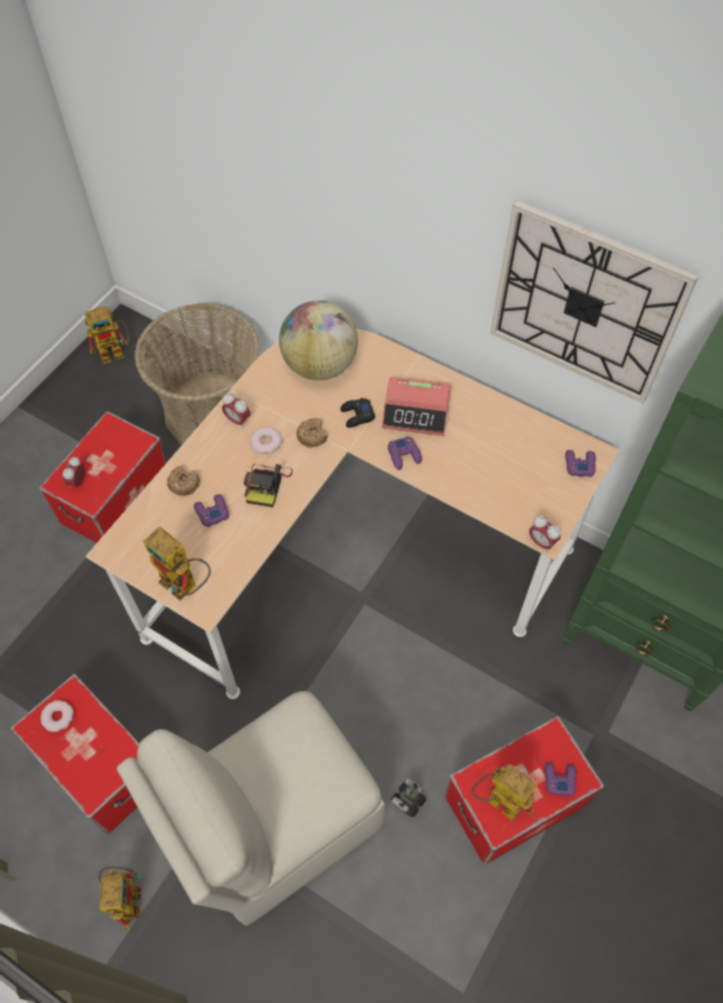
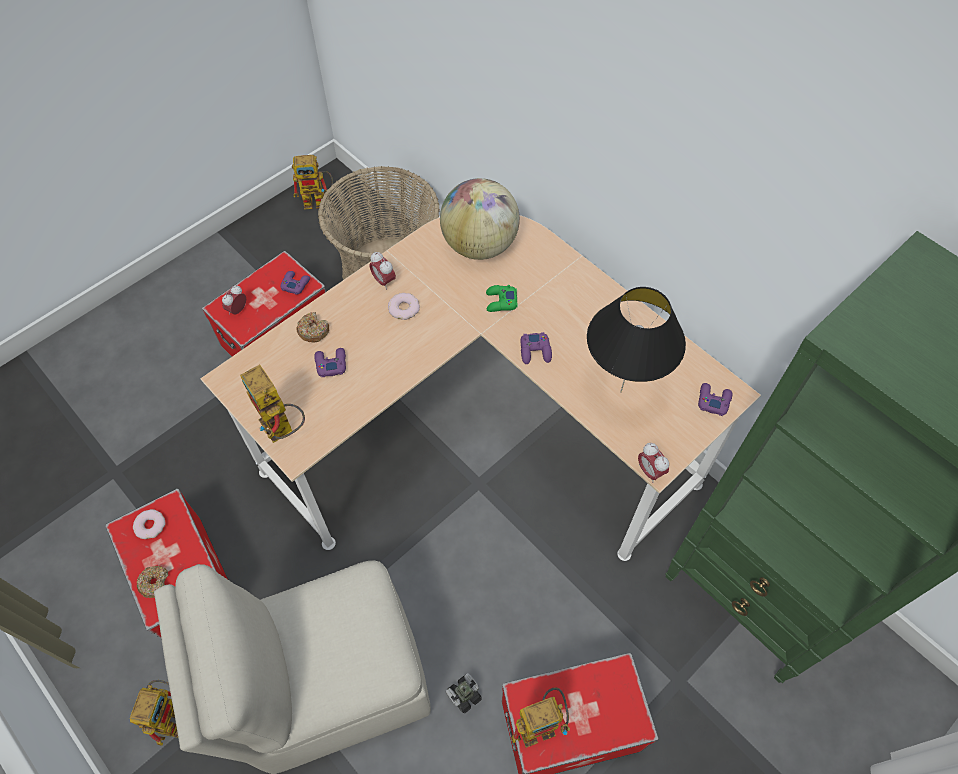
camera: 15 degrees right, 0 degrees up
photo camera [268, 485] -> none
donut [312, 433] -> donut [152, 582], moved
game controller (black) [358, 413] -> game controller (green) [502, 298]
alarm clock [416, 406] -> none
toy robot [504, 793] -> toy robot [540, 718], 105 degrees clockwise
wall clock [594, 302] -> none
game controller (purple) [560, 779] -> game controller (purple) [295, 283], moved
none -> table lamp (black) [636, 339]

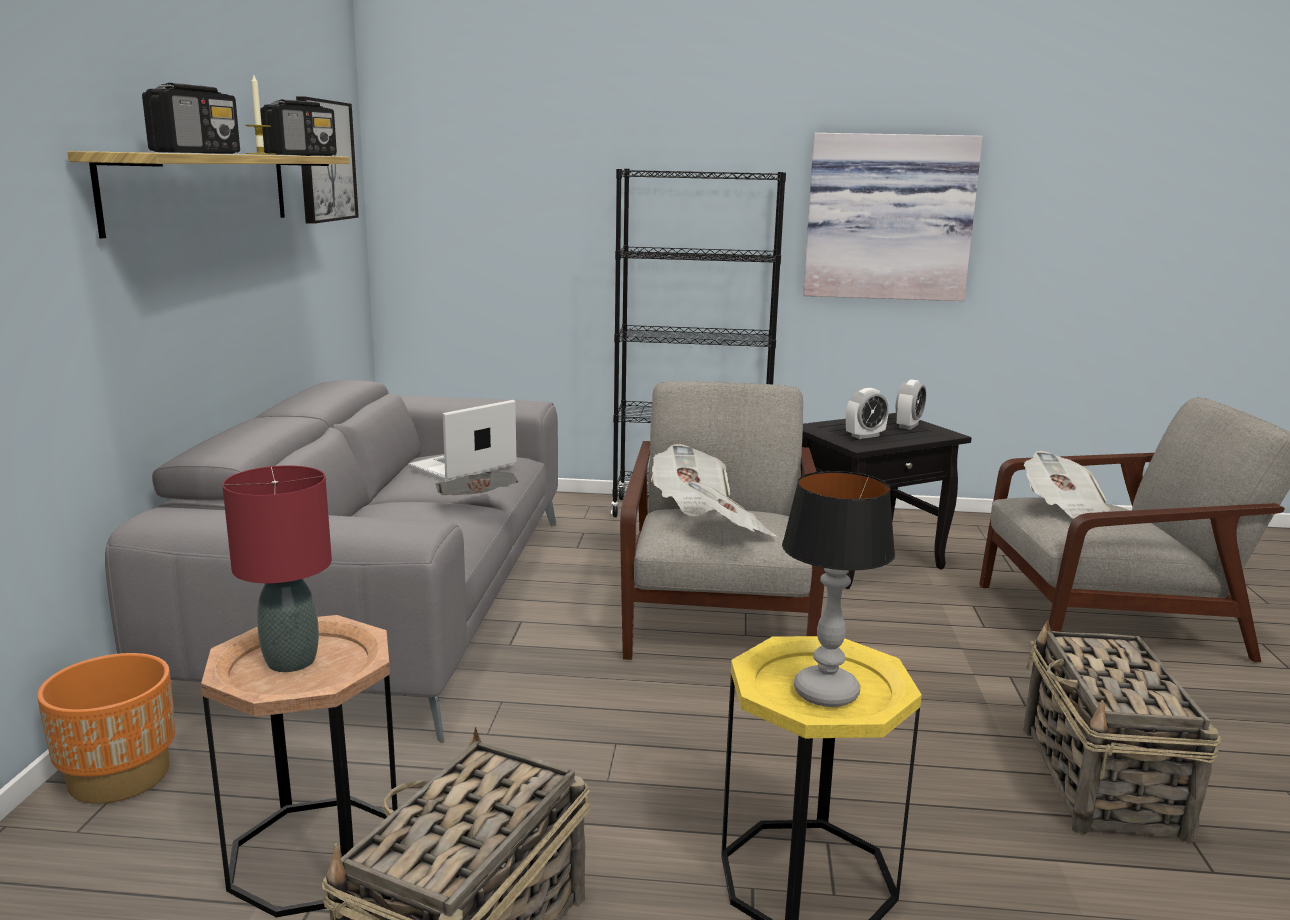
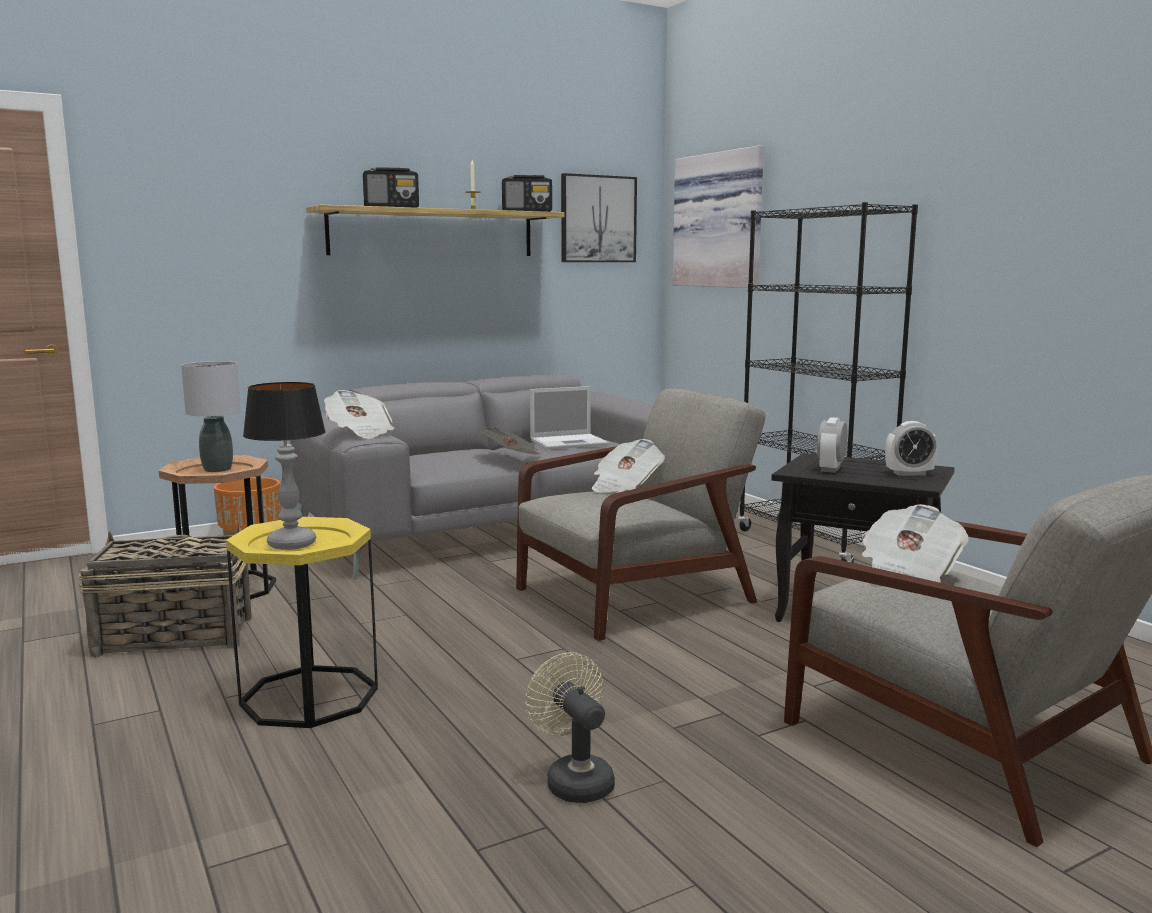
camera: 55 degrees right, 5 degrees down
table lamp (red) [277, 568] -> table lamp (grey) [210, 416]
laptop [462, 441] -> laptop [569, 418], 150 degrees clockwise
newspaper [730, 509] -> newspaper [359, 414], moved
picture [893, 217] -> picture [718, 216], moved
alarm clock [867, 413] -> alarm clock [832, 445], 90 degrees clockwise
basket [1122, 731] -> fan (beige) [570, 727]

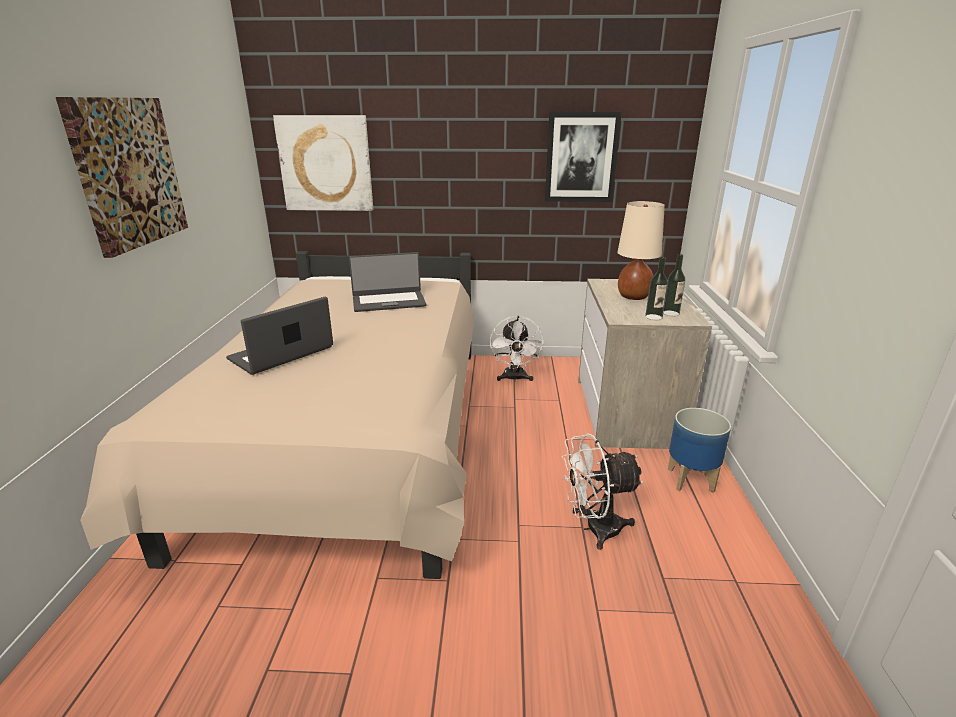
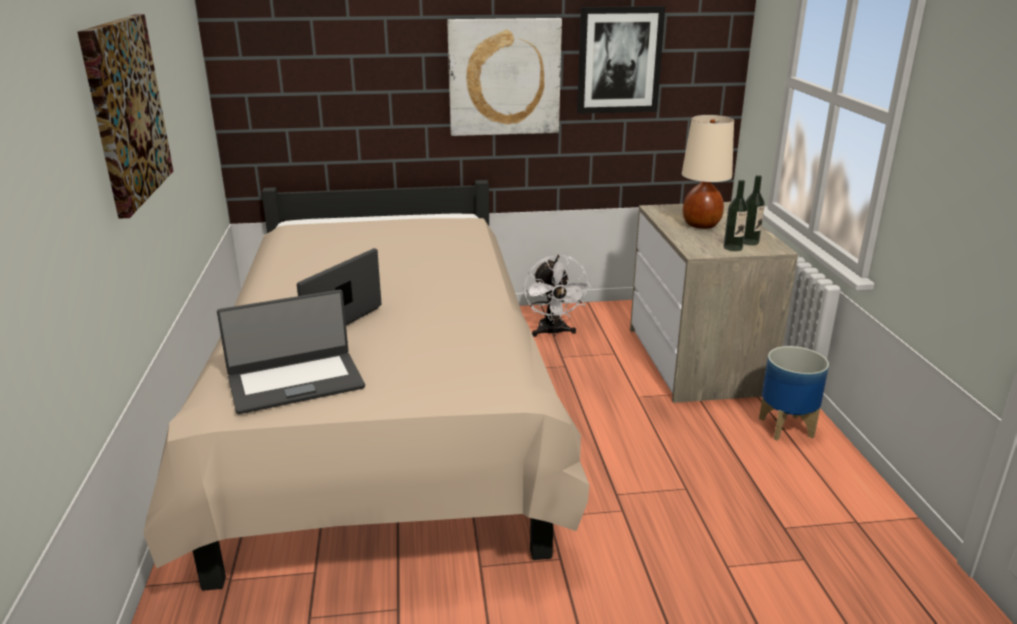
camera: 10 degrees left, 0 degrees up
picture [323, 163] -> picture [504, 77], moved
laptop [387, 282] -> laptop [291, 352], moved
fan (white) [602, 491] -> none

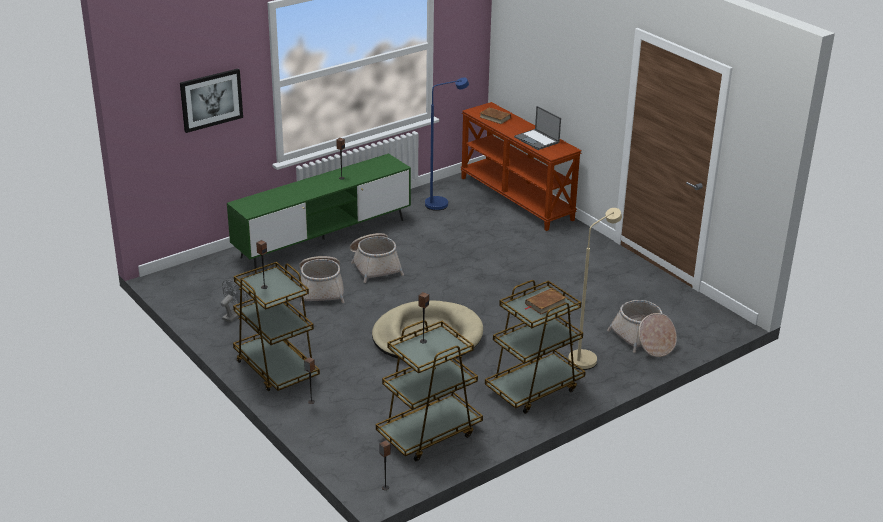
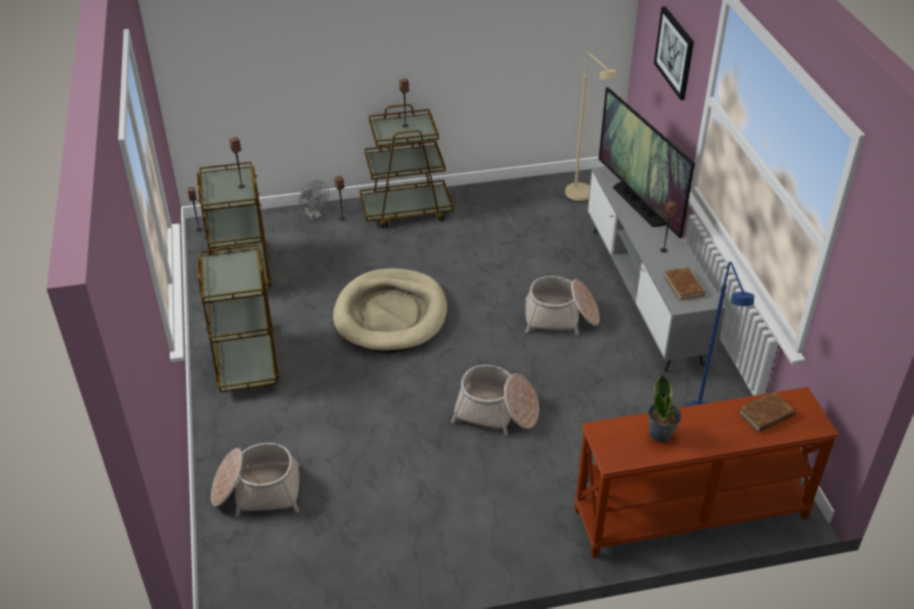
camera: 115 degrees right, 10 degrees up
fan (grey) [234, 301] -> fan (grey) [314, 200], moved
tv stand (green) [319, 212] -> tv stand (grey) [656, 269]
basket [322, 281] -> basket [495, 400], moved
laptop [537, 128] -> potted plant [665, 409]
book (brown) [545, 301] -> book (brown) [684, 284], moved
floor lamp (beige) [595, 289] -> floor lamp (beige) [591, 127], moved
none -> television [647, 162]

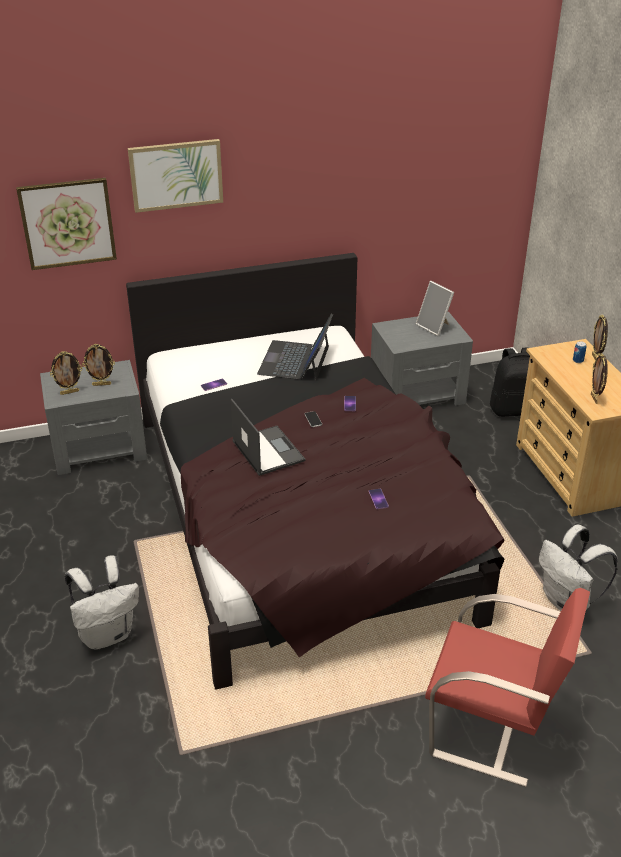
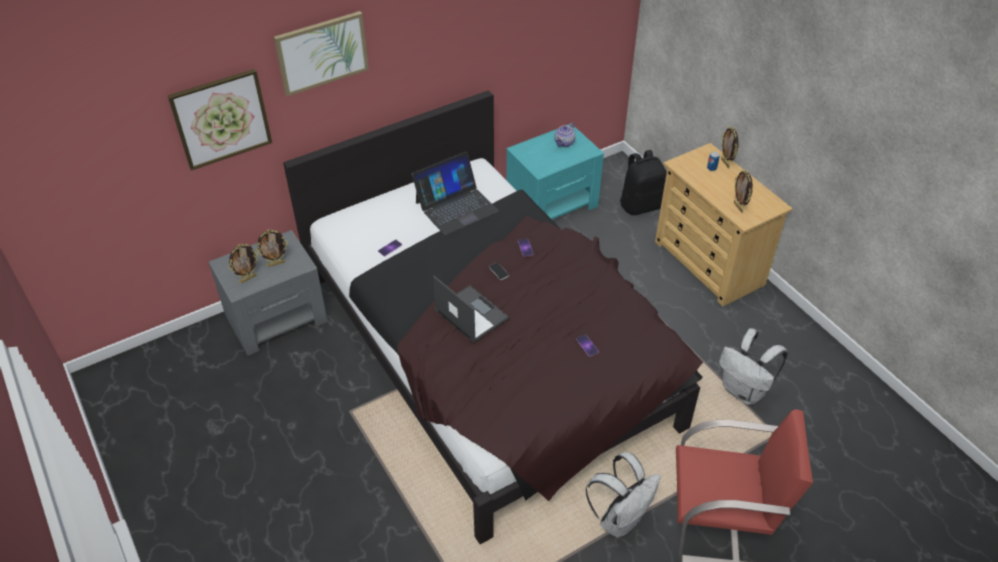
camera: 15 degrees left, 10 degrees up
backpack (white) [102, 602] -> backpack (white) [623, 495], moved
laptop [295, 347] -> laptop [455, 193], 120 degrees counterclockwise
nightstand (grey) [422, 359] -> nightstand (turquoise) [555, 171]
picture frame [435, 308] -> teapot [565, 135]

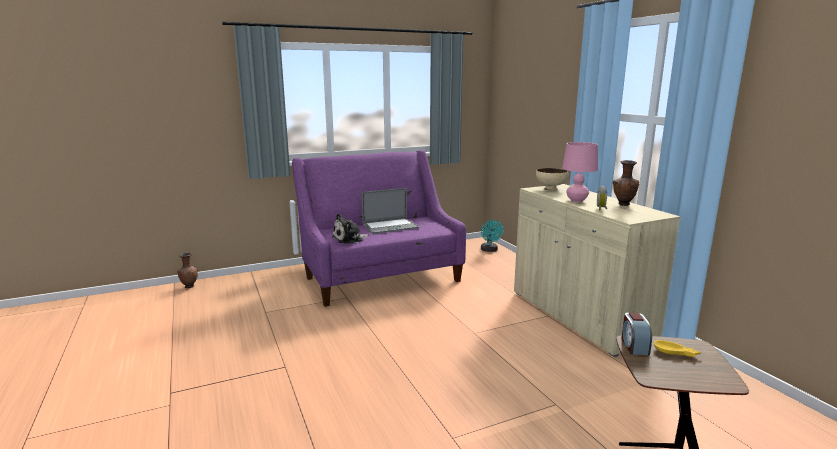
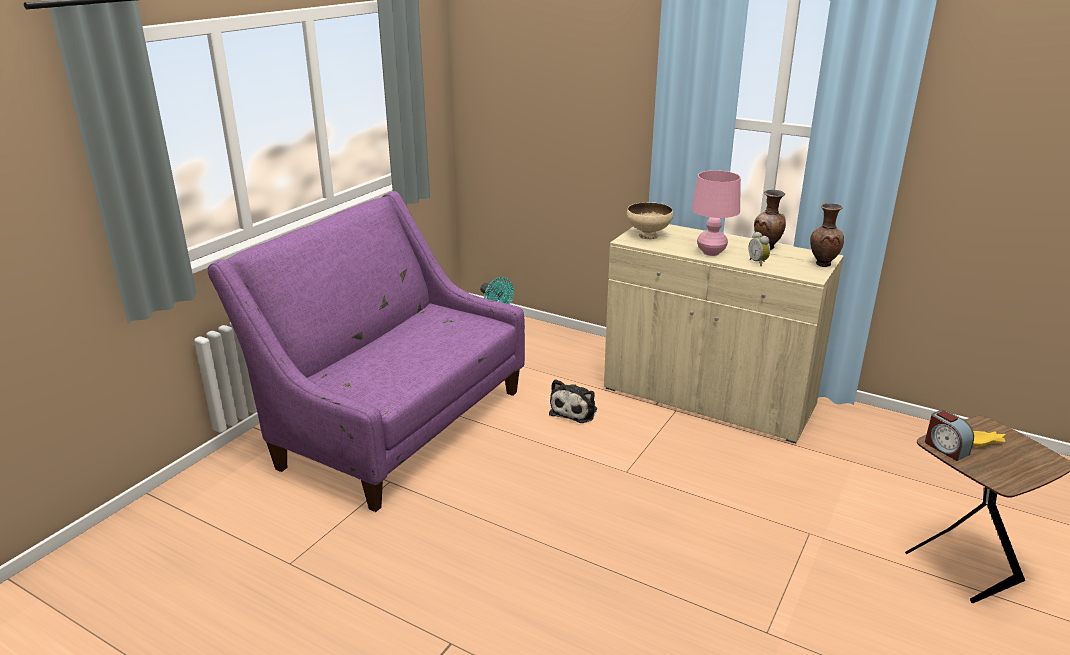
camera: 35 degrees left, 10 degrees up
vase (brown) [187, 270] -> vase (brown) [827, 235], moved
plush toy [350, 228] -> plush toy [573, 401], moved
laptop [390, 211] -> none

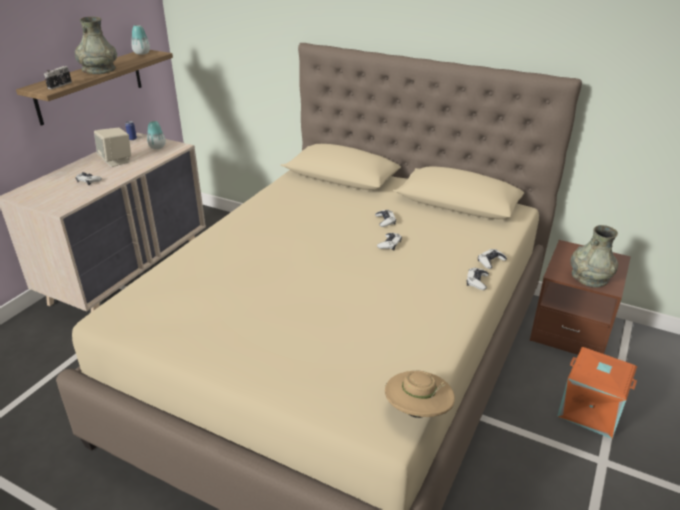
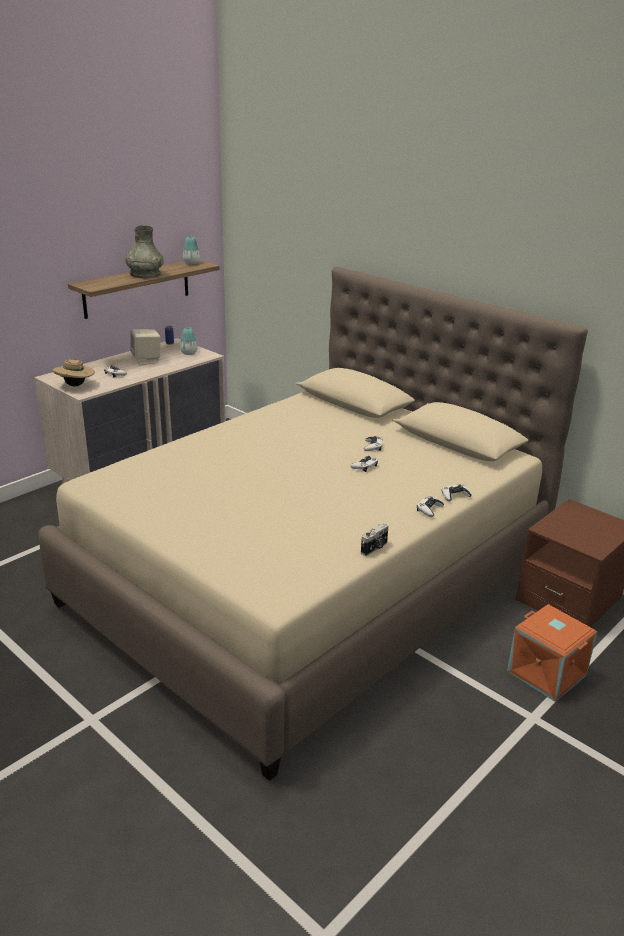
camera: 15 degrees right, 5 degrees down
photo camera [58, 77] -> photo camera [374, 539], moved
hat (beige) [420, 394] -> hat (beige) [74, 372], moved
vase (grey) [594, 256] -> none

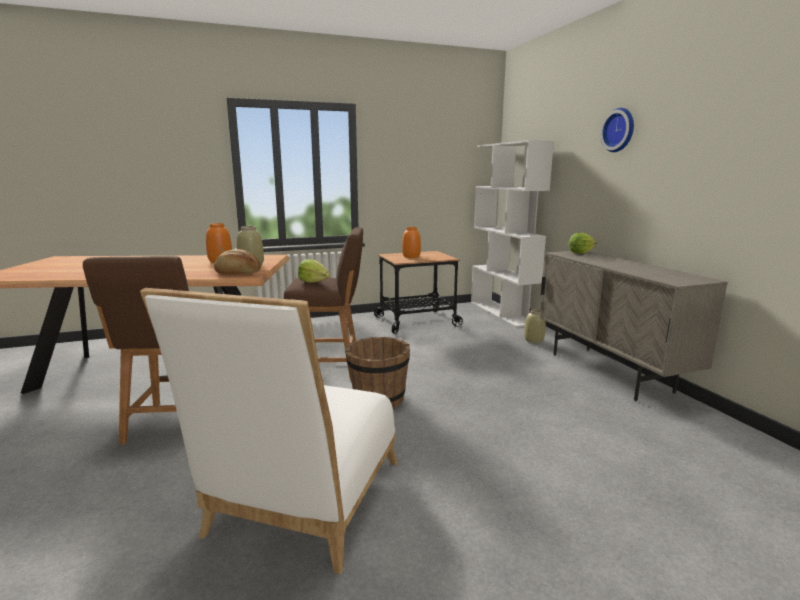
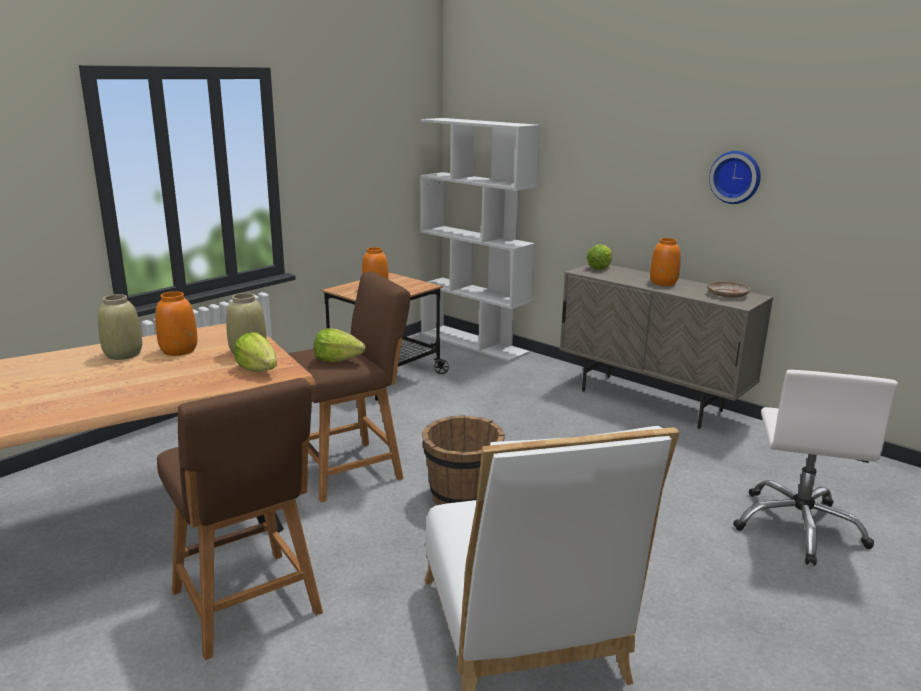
camera: 30 degrees left, 5 degrees up
bread [237, 261] -> lettuce [255, 352]
vase (beige) [535, 326] -> vase (beige) [120, 327], moved
wall clock [617, 130] -> wall clock [735, 177], moved
none -> vase (orange) [665, 262]
none -> plate (beige) [728, 290]
none -> office chair (white) [815, 467]

